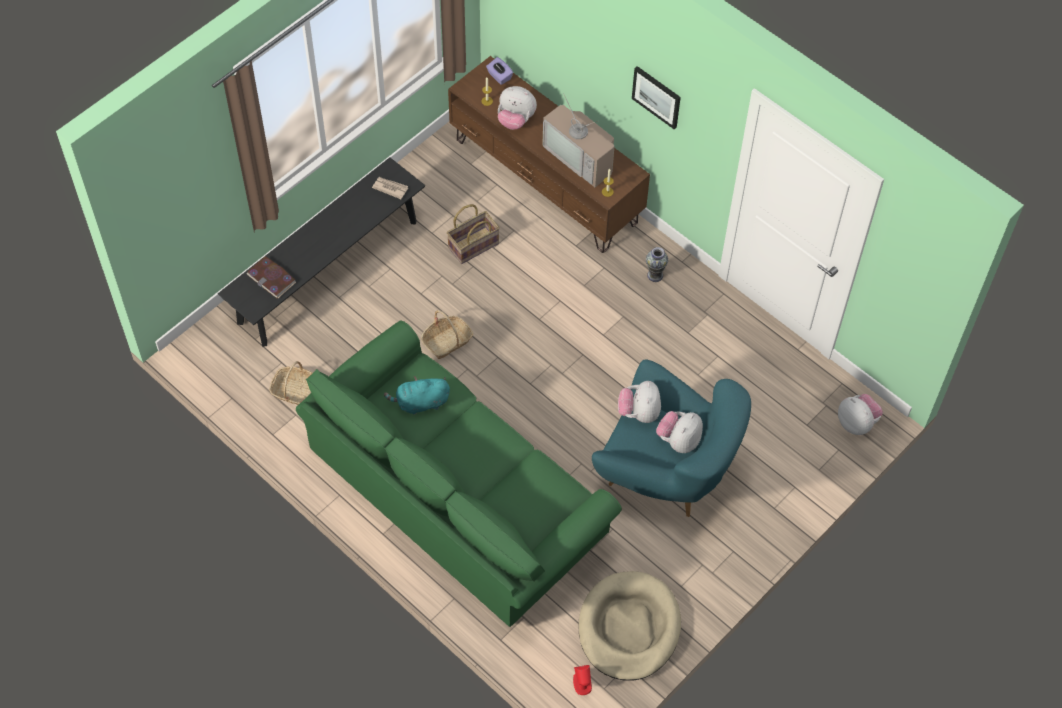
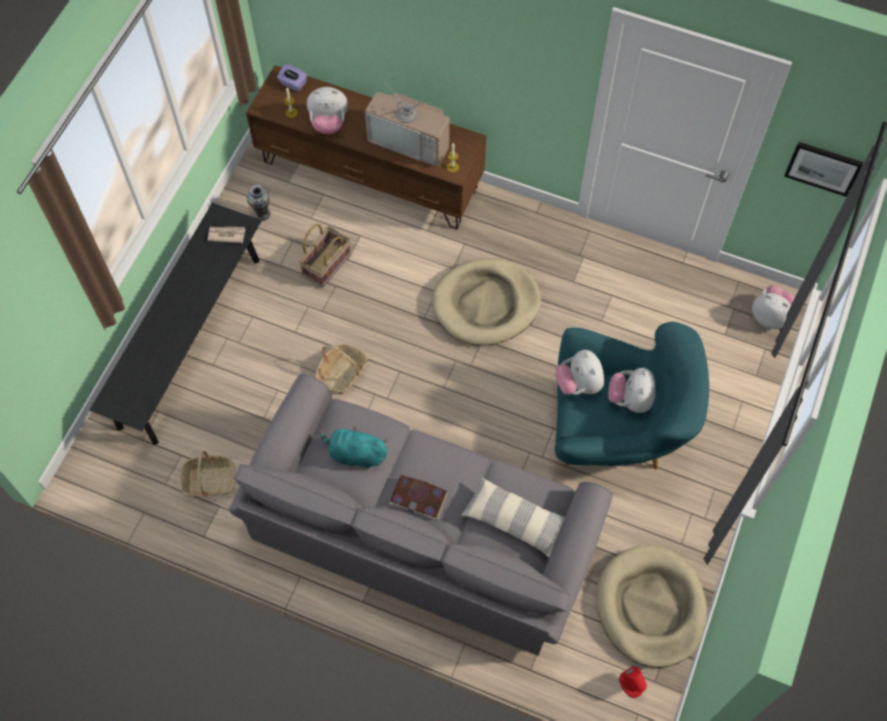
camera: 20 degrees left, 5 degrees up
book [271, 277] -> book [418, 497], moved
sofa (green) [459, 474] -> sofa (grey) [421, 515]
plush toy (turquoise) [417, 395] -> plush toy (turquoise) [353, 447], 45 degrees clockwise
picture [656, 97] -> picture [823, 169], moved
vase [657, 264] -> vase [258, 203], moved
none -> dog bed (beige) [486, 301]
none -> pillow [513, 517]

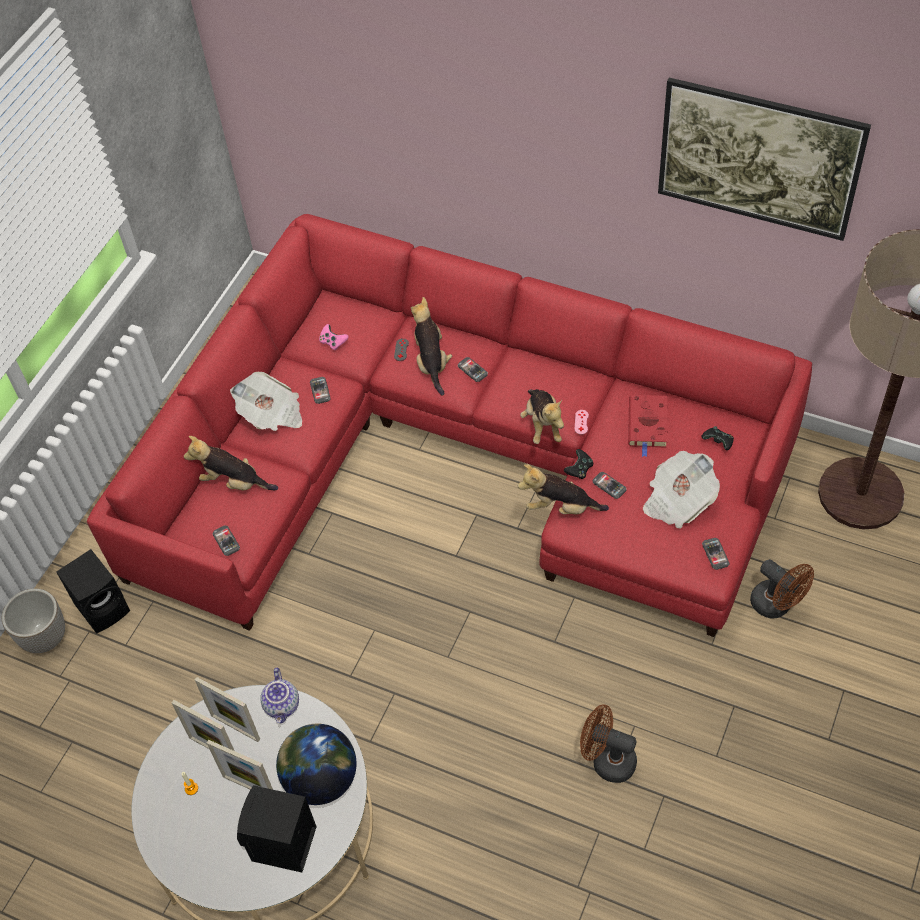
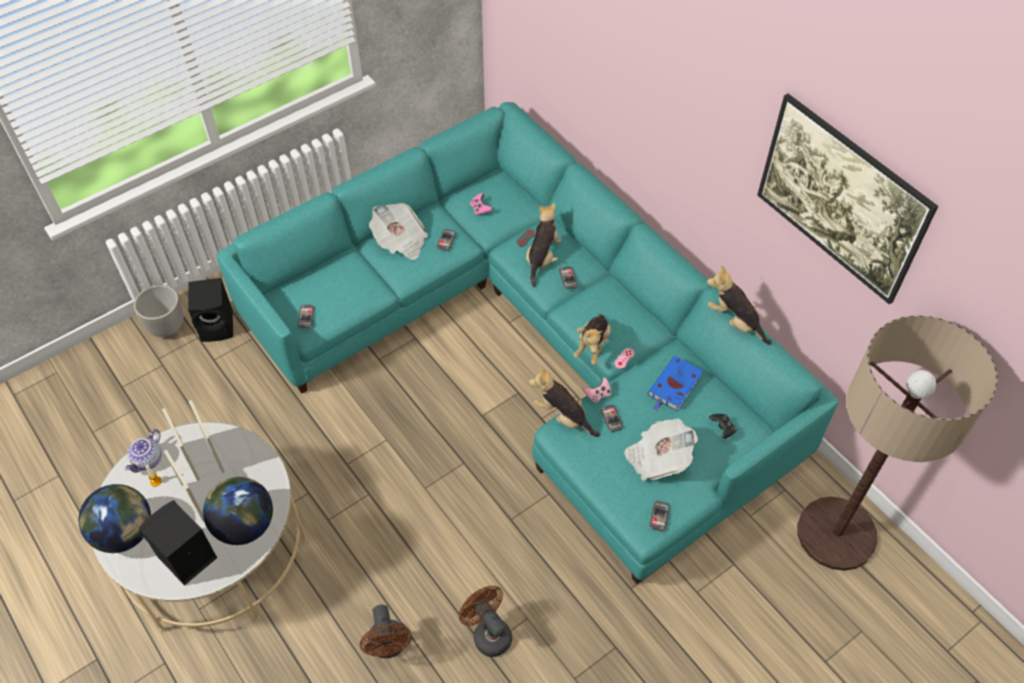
camera: 25 degrees right, 0 degrees up
sofa (red) [449, 425] -> sofa (turquoise) [527, 343]
plush toy [231, 463] -> plush toy [739, 305], moved
teapot [279, 695] -> teapot [143, 451], moved
game controller (black) [578, 464] -> game controller (pink) [597, 390]
book (red) [648, 425] -> book (blue) [675, 384]
fan (brown) [782, 589] -> fan (brown) [386, 631], moved
none -> globe [115, 518]

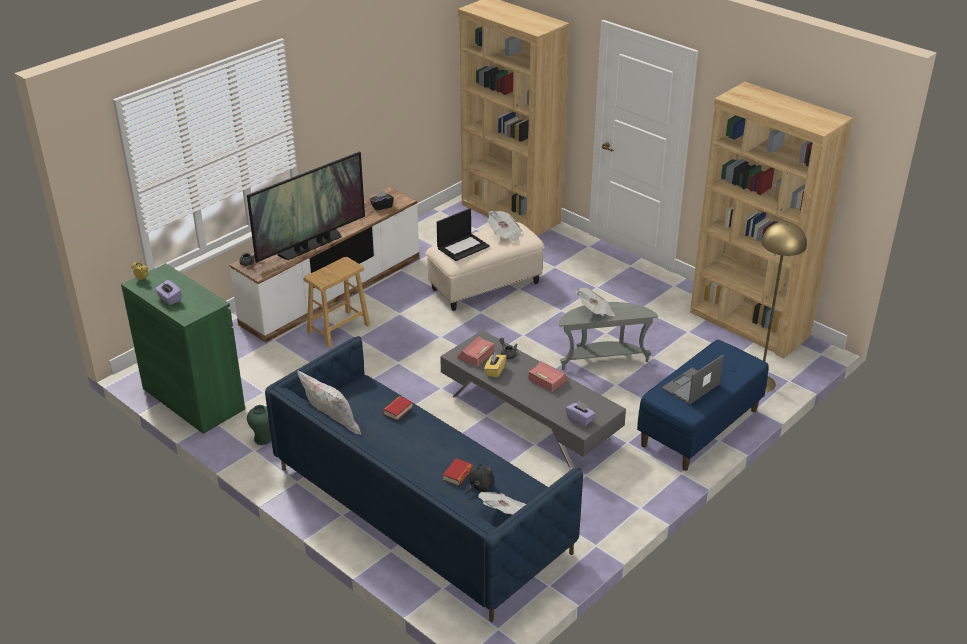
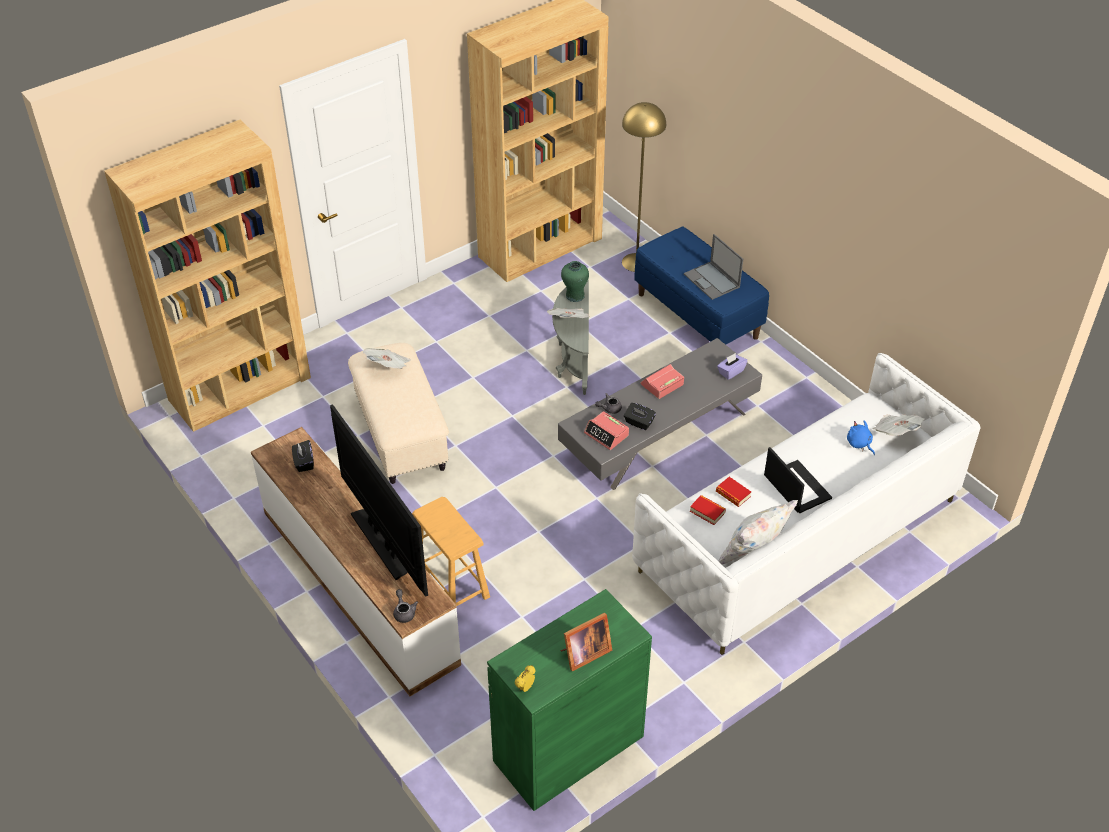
camera: 80 degrees left, 10 degrees up
tissue box (purple) [168, 292] -> picture frame [586, 642]
vase (green) [259, 425] -> vase (green) [575, 281], moved
sofa (blue) [424, 479] -> sofa (white) [806, 504]
laptop [463, 234] -> laptop [798, 480], moved
book [458, 472] -> book [708, 510], moved
plush toy (black) [480, 479] -> plush toy (blue) [861, 438]
tissue box (yellow) [495, 365] -> tissue box (black) [640, 416]

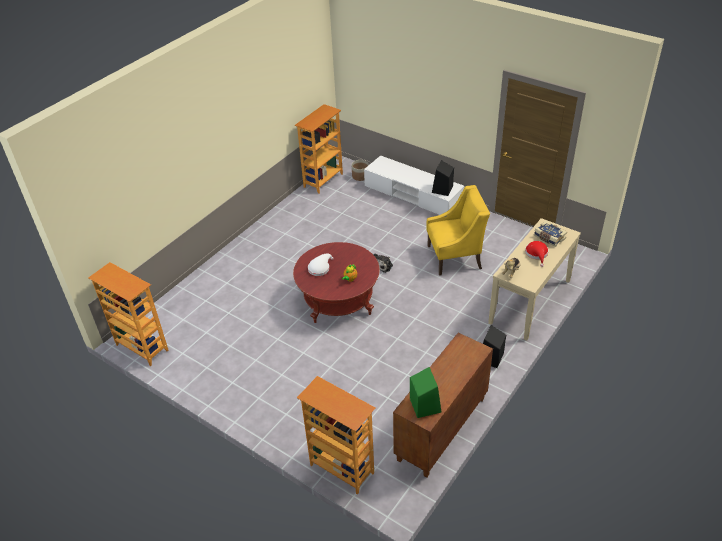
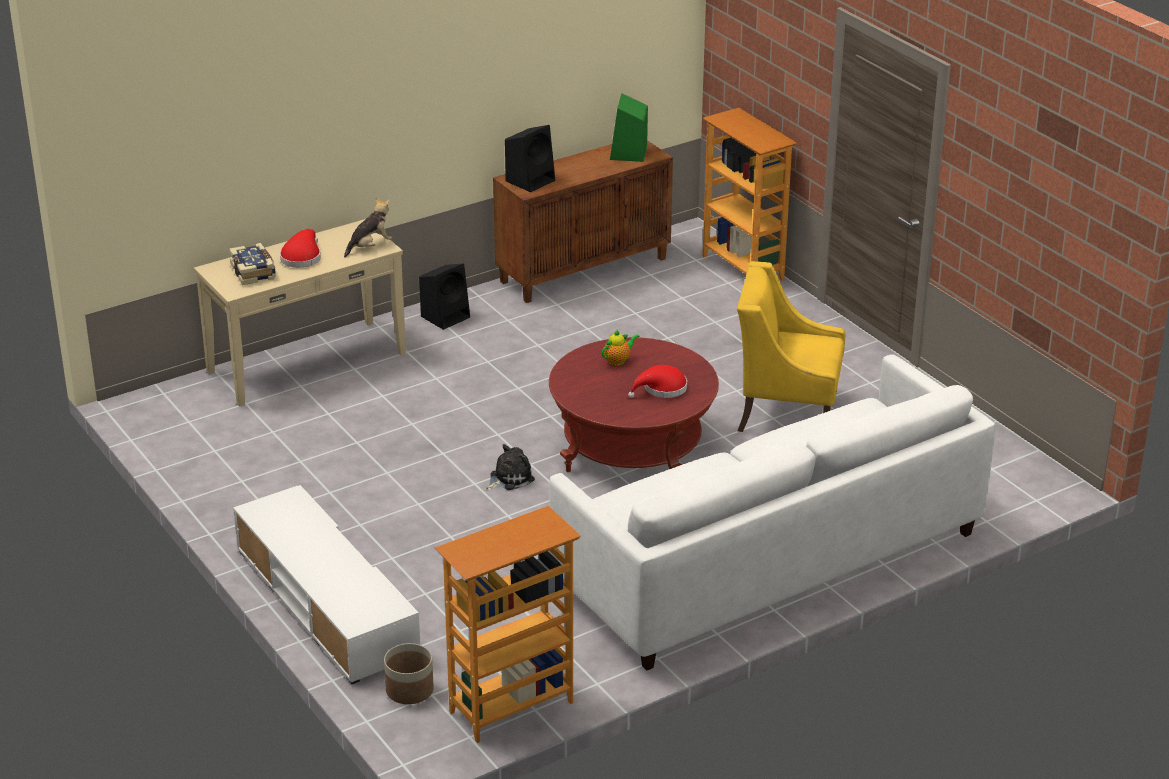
camera: 160 degrees left, 10 degrees down
bookcase [128, 314] -> none
hat (white) [321, 265] -> hat (red) [657, 381]
armchair (yellow) [458, 230] -> armchair (yellow) [791, 346], moved
speaker (black) [443, 178] -> speaker (black) [530, 158], moved
none -> sofa (white) [772, 512]

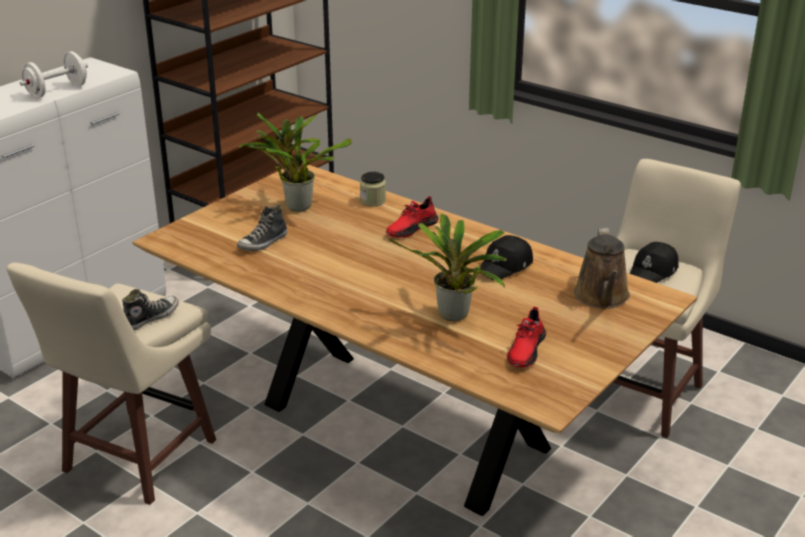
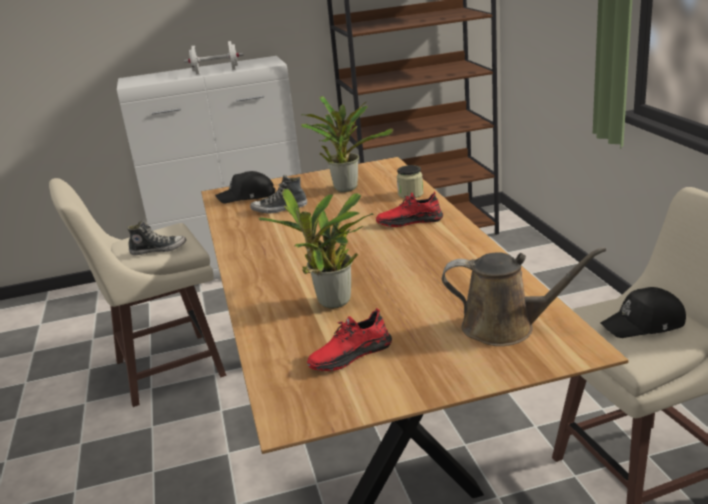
camera: 40 degrees right, 5 degrees down
cap (black) [506, 257] -> cap (black) [245, 187], moved
watering can (brown) [602, 268] -> watering can (brown) [524, 296], 120 degrees counterclockwise

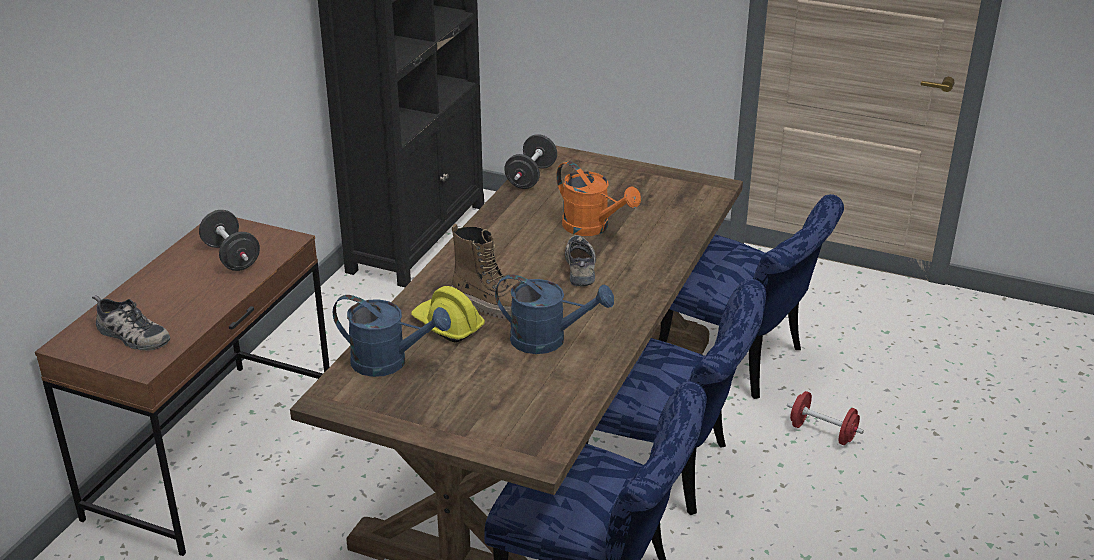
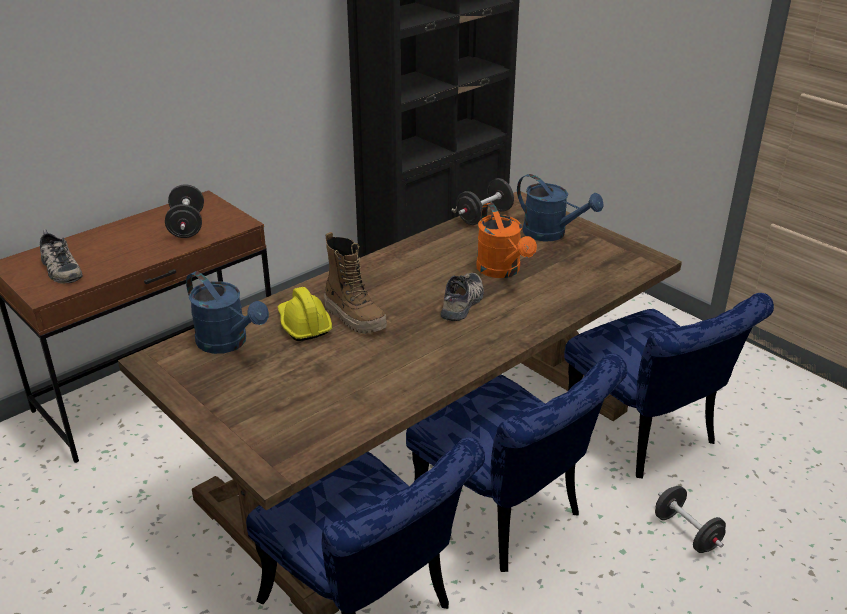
camera: 25 degrees right, 0 degrees up
watering can (blue) [554, 314] -> watering can (blue) [560, 208], moved
dumbbell (red) [825, 418] -> dumbbell (black) [690, 519]

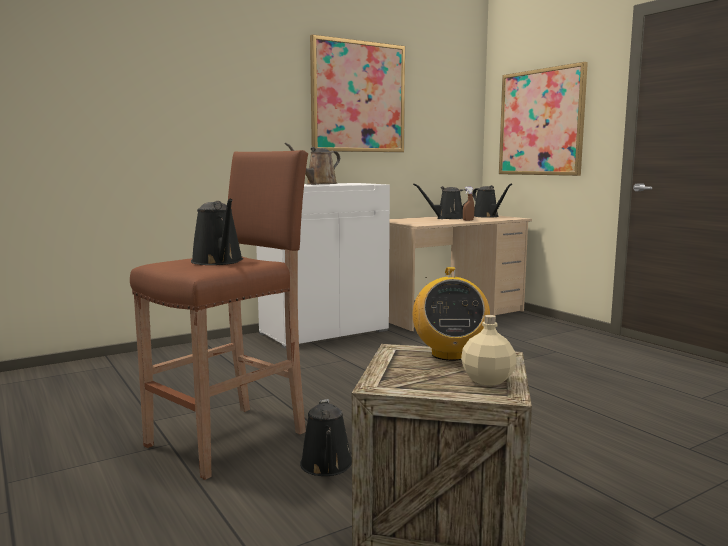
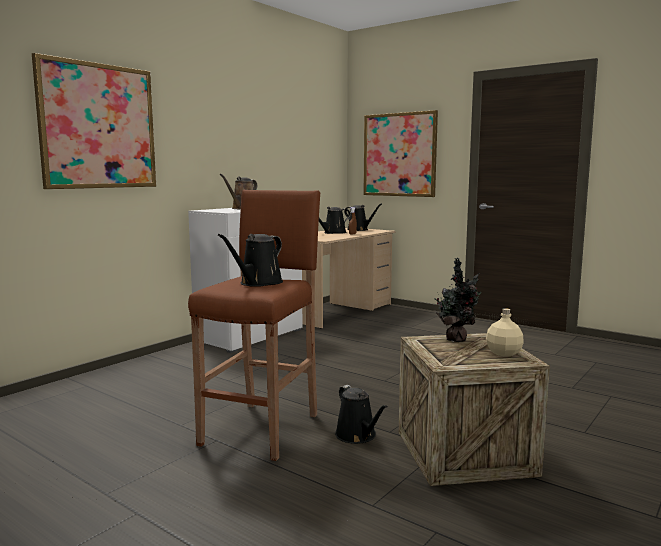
camera: 20 degrees left, 0 degrees up
watering can (black) [217, 231] -> watering can (black) [250, 260], 75 degrees clockwise
picture [357, 93] -> picture [94, 121], moved
radio [451, 314] -> potted plant [457, 300]

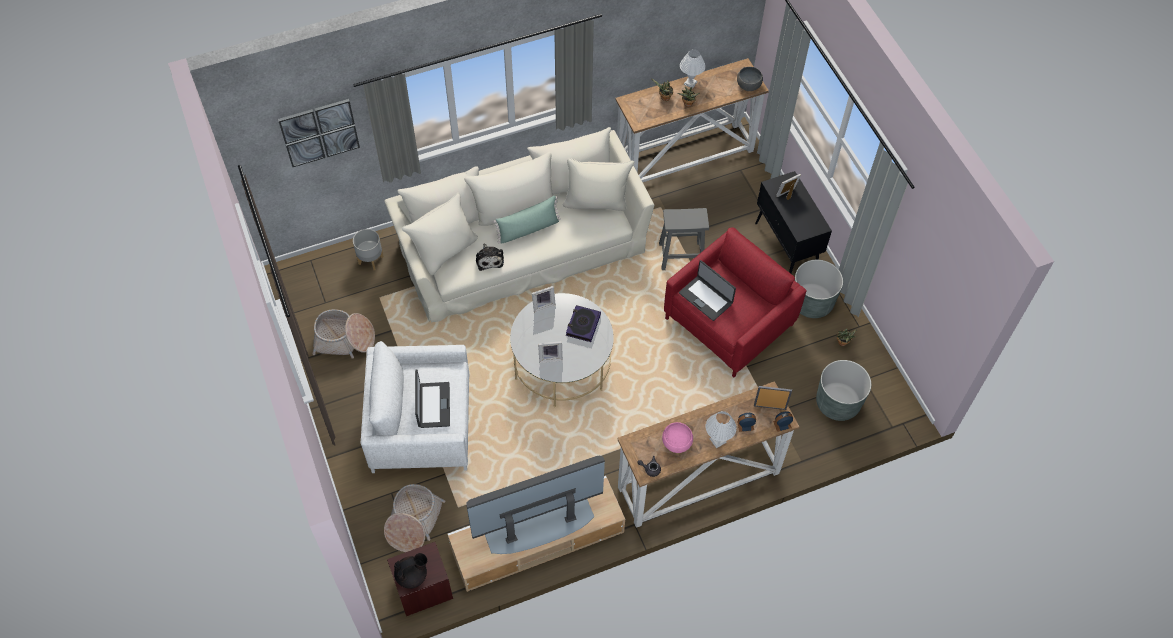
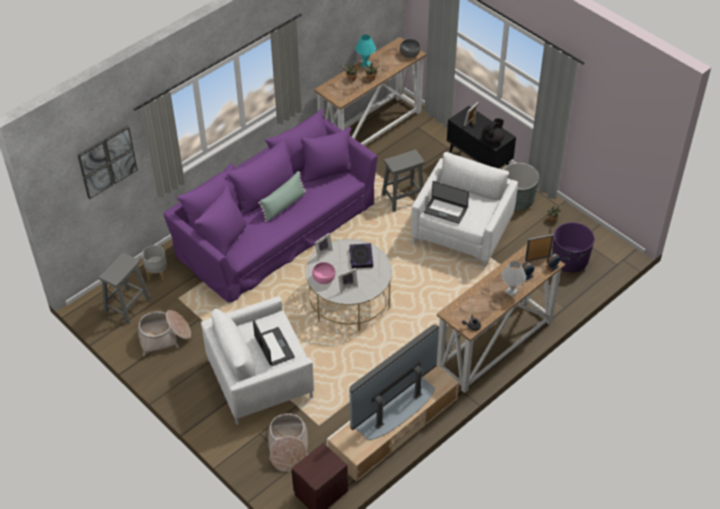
camera: 20 degrees left, 10 degrees down
sofa (beige) [519, 224] -> sofa (purple) [270, 206]
teapot (black) [410, 571] -> teapot (black) [493, 131], moved
plush toy [490, 257] -> none
bowl (pink) [677, 437] -> bowl (pink) [324, 273], moved
armchair (red) [735, 302] -> armchair (white) [464, 210]
table lamp (white) [693, 68] -> table lamp (turquoise) [365, 51]
planter (grey) [843, 390] -> planter (purple) [573, 247]
none -> stool (grey) [125, 288]

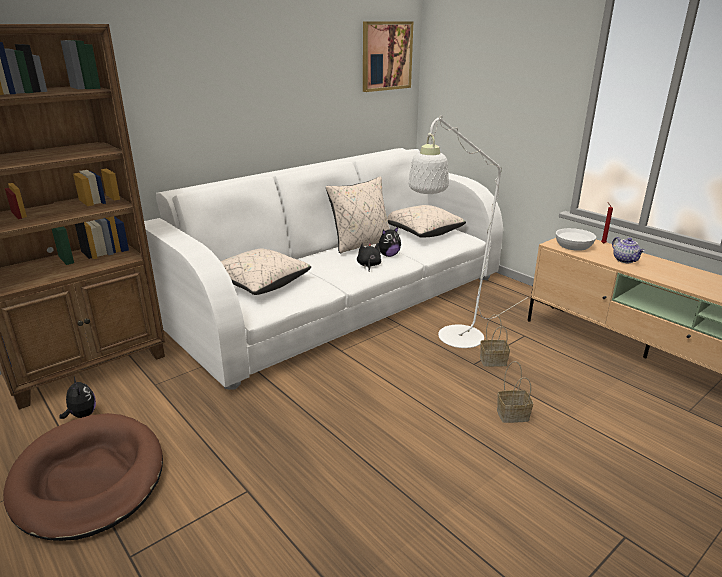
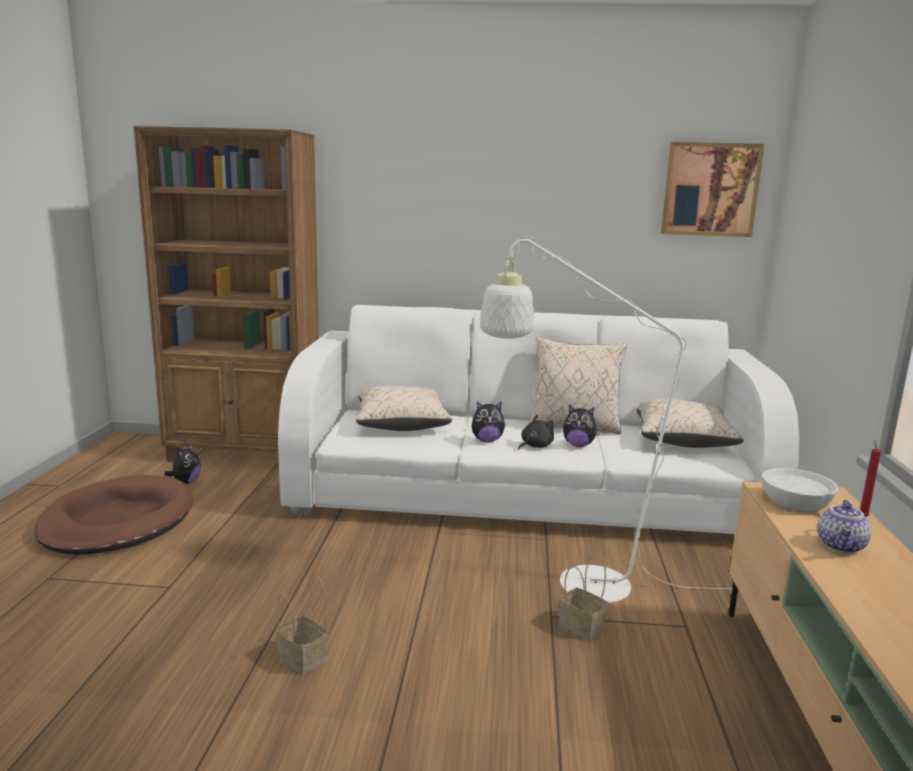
camera: 45 degrees right, 10 degrees down
basket [515, 392] -> basket [302, 625], moved
none -> plush toy [489, 422]

